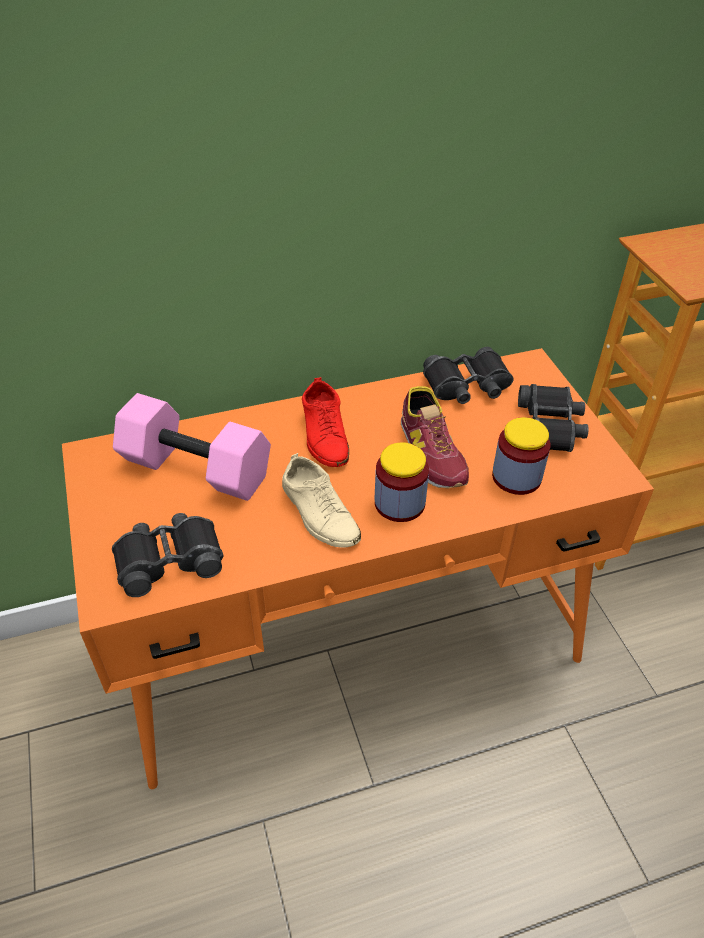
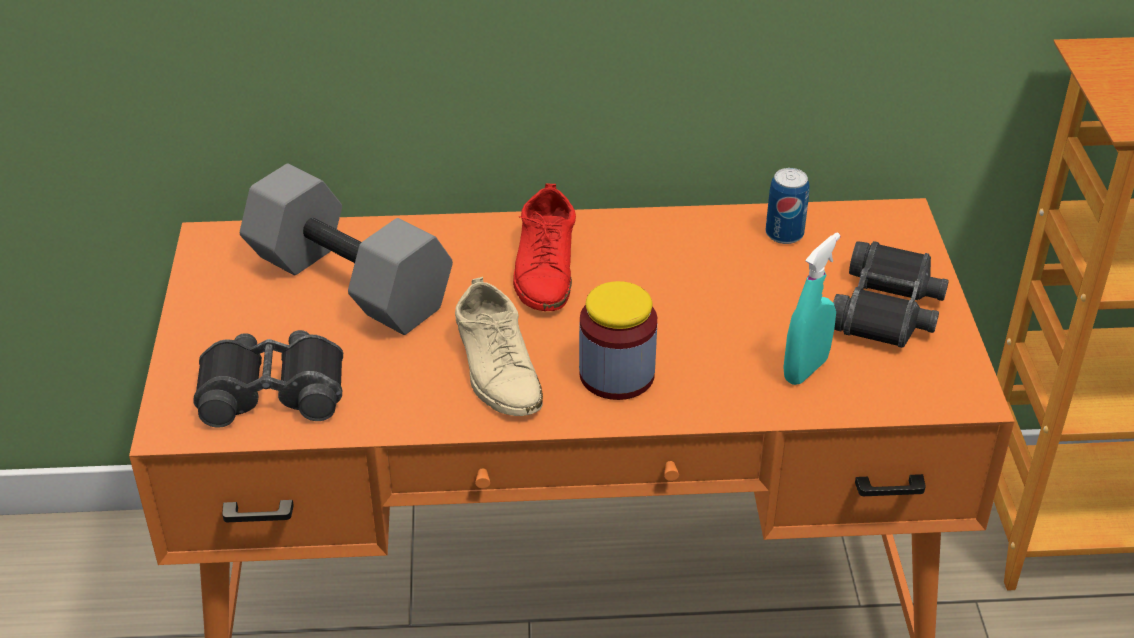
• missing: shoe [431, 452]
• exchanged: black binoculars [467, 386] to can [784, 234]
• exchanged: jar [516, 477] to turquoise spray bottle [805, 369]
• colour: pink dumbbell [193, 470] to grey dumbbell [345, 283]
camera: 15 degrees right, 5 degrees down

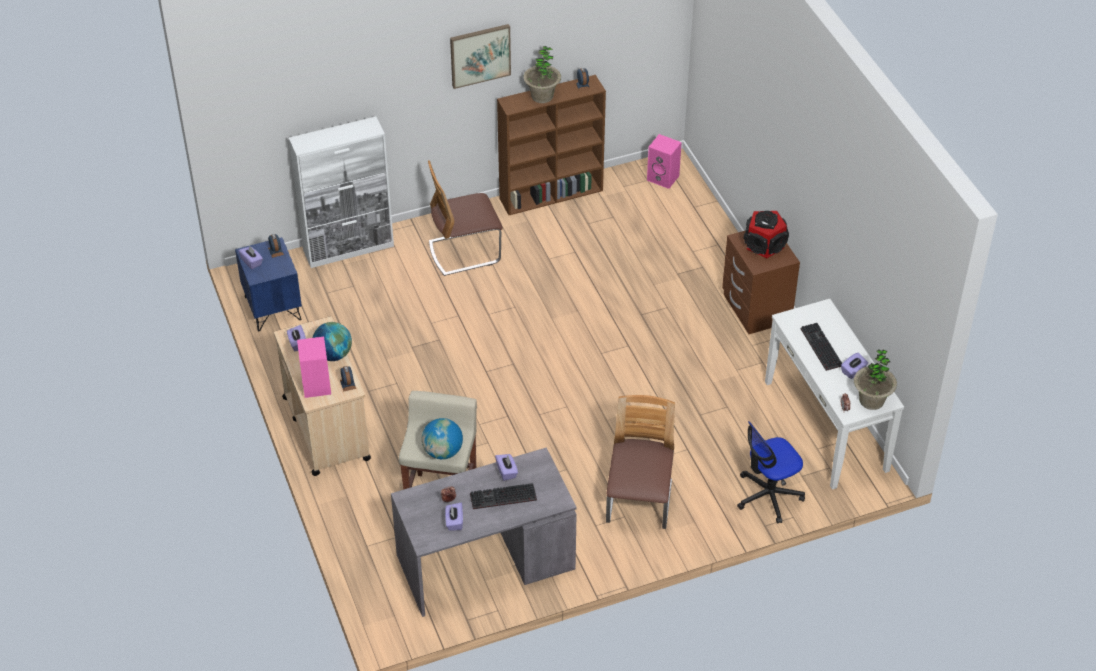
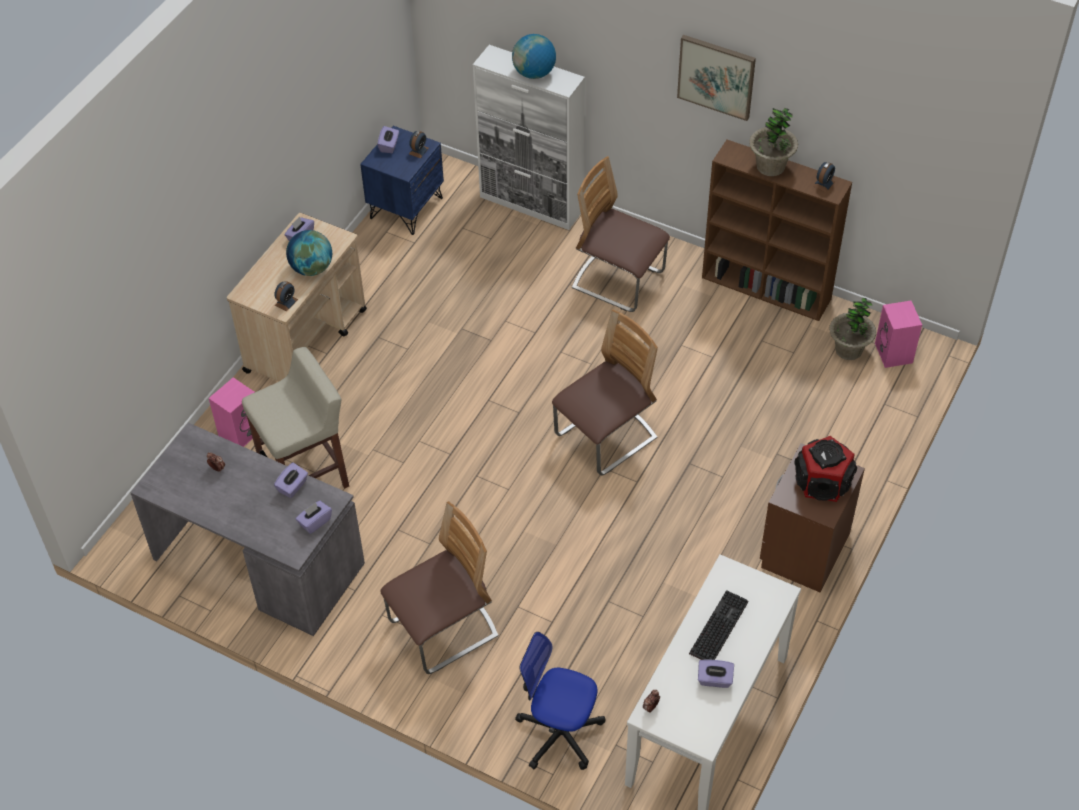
• missing: keyboard [502, 498]
• appeared: chair [605, 438]
• relocated: pink speaker [315, 384] to [241, 431]
• relocated: globe [443, 452] to [534, 73]
• relocated: purple tissue box [454, 522] to [315, 522]
• relocated: potted plant [871, 400] to [849, 350]
camera: 50 degrees right, 5 degrees up

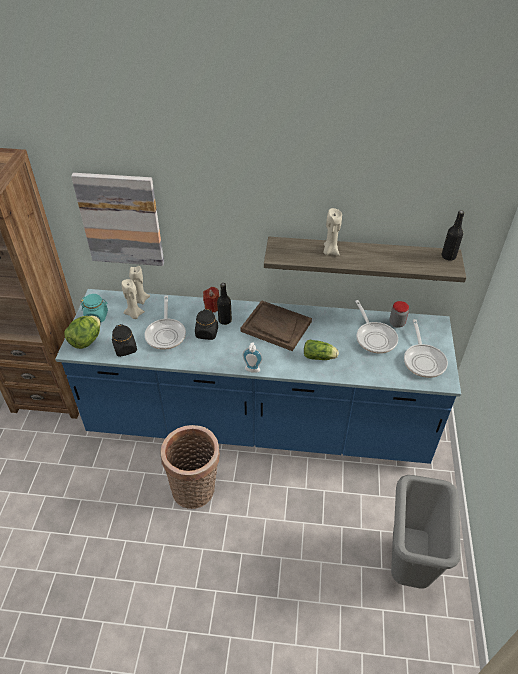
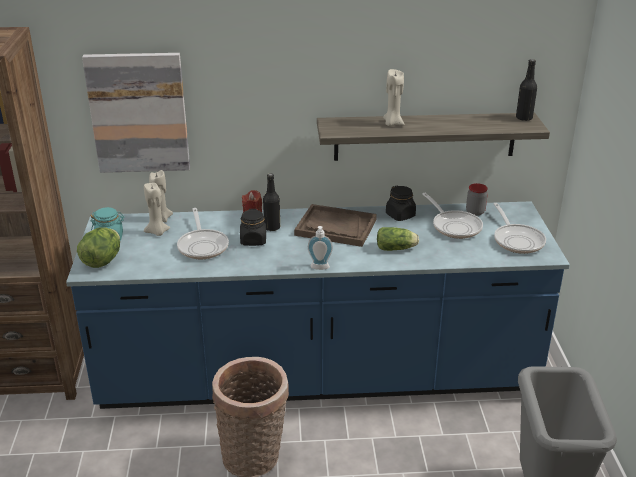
• relocated: black jar [125, 349] to [400, 215]
camera: 10 degrees left, 15 degrees down

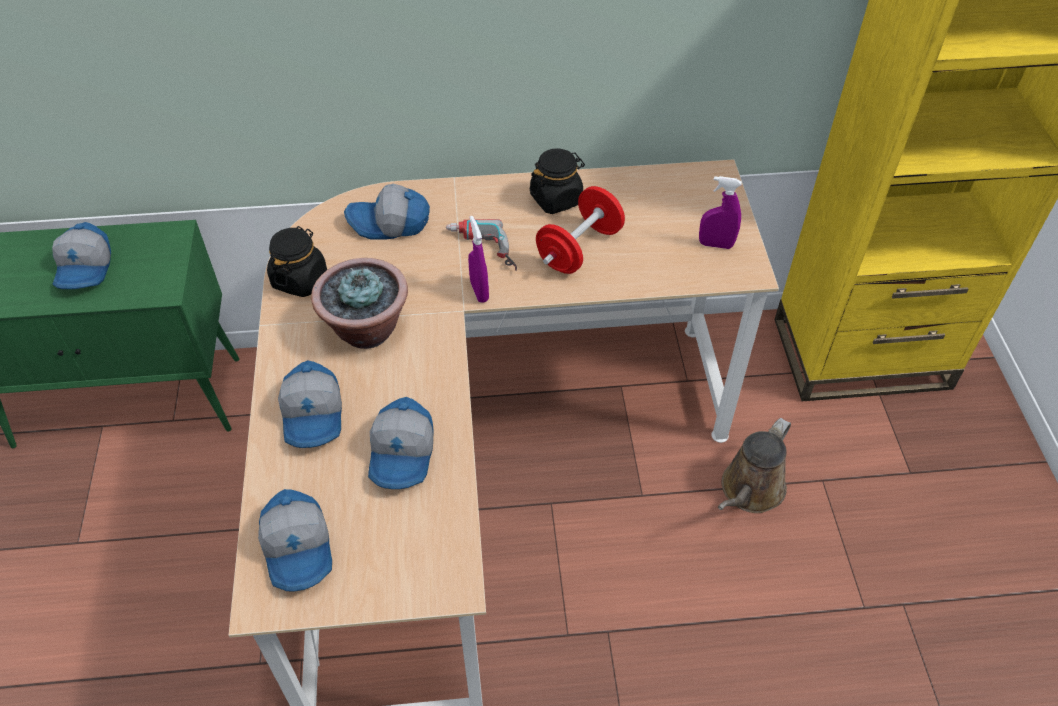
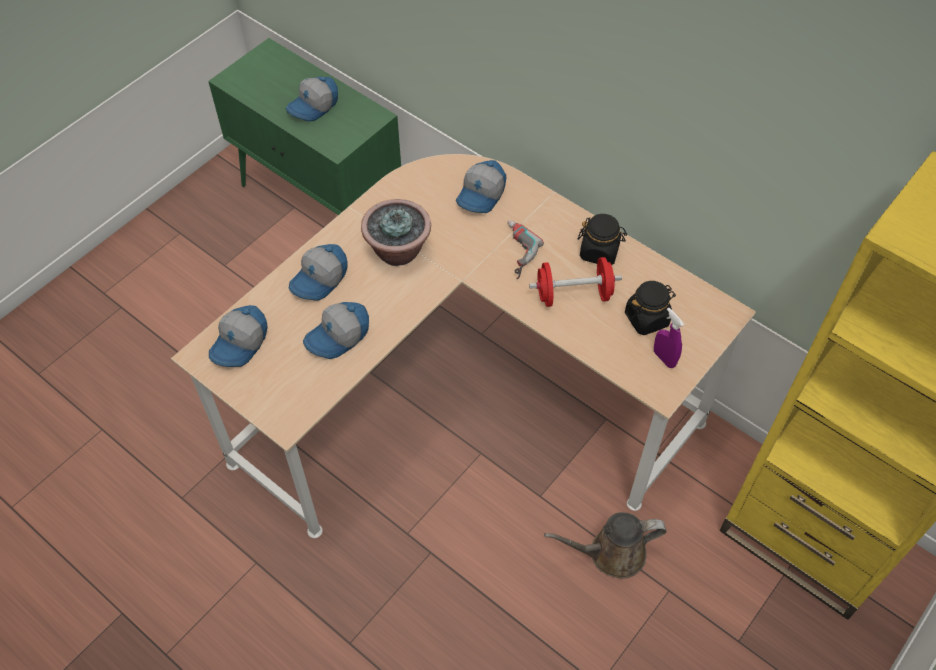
• missing: purple spray bottle [479, 291]
• relocated: black jar [300, 279] to [647, 318]
• spun: cap [389, 224] = [482, 195] 105 degrees counterclockwise
camera: 45 degrees right, 5 degrees up

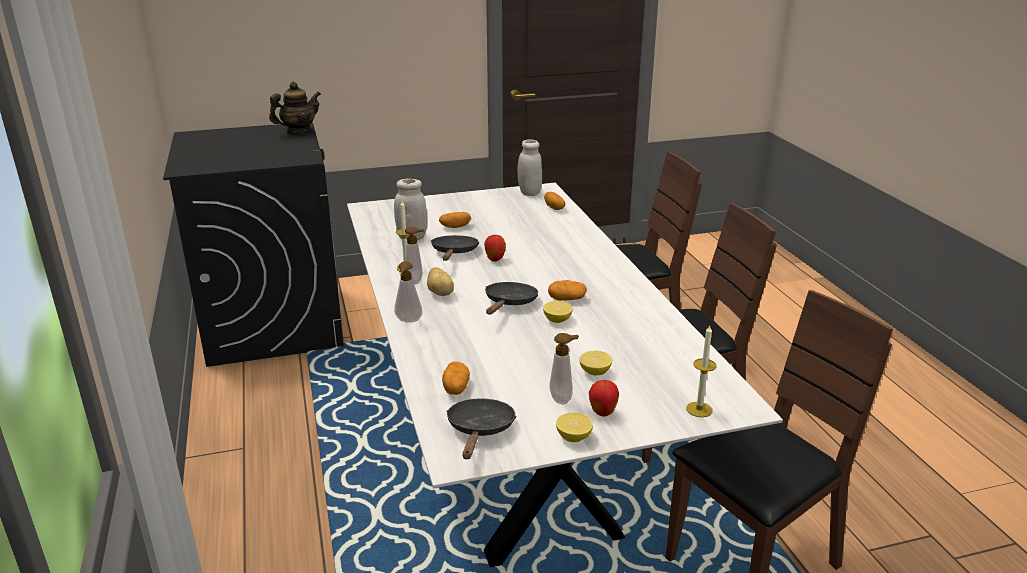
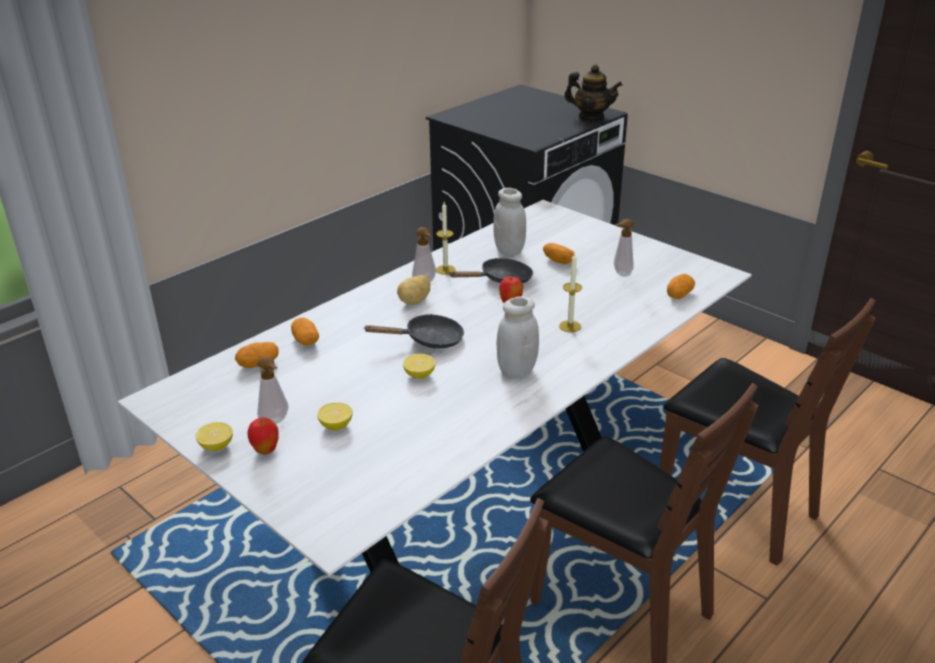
• missing: black frying pan [480, 430]
• relocated: soap dispenser [408, 321] to [620, 274]
• relocated: white jar [529, 193] to [516, 370]
• relocated: potato [567, 299] to [305, 340]
• relocated: candle [699, 409] to [570, 326]
camera: 60 degrees right, 5 degrees up

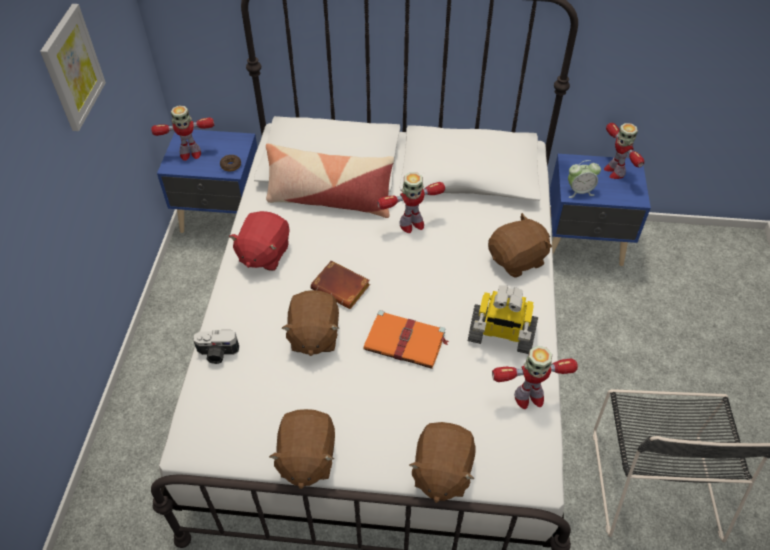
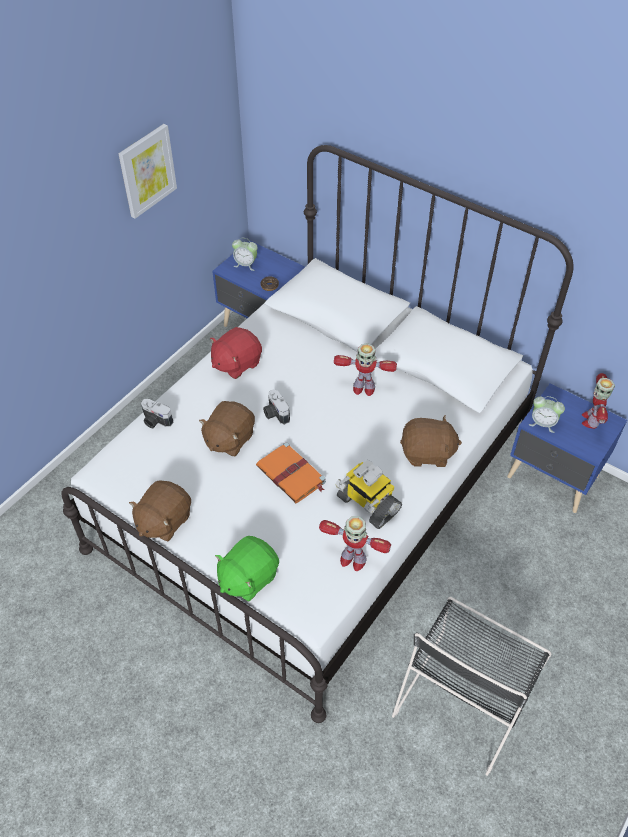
• missing: pillow [329, 200]
• exchanged: toy robot [190, 154] to alarm clock [245, 264]
• exchanged: brown book [342, 288] to photo camera [275, 414]
• colour: brown plush toy [441, 472] to green plush toy [248, 578]
camera: 30 degrees right, 0 degrees up

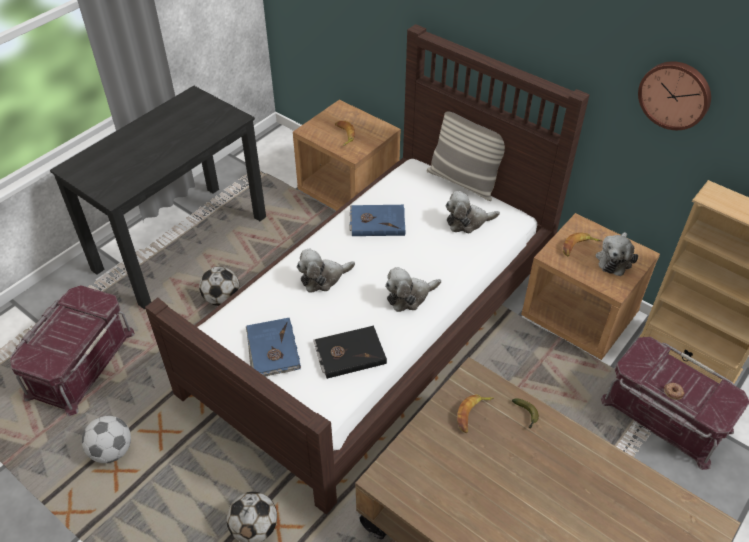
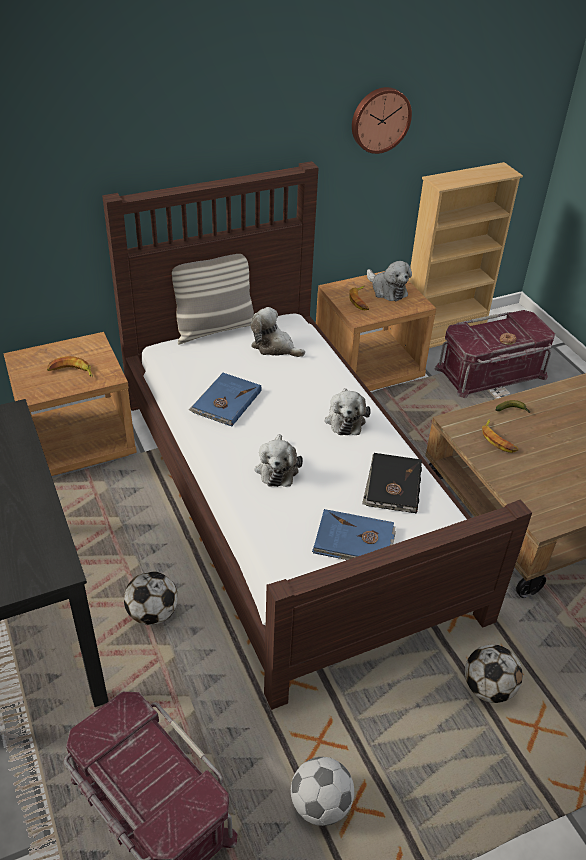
• spun: plush toy [467, 221] = [274, 347] 105 degrees clockwise
camera: 65 degrees left, 5 degrees down

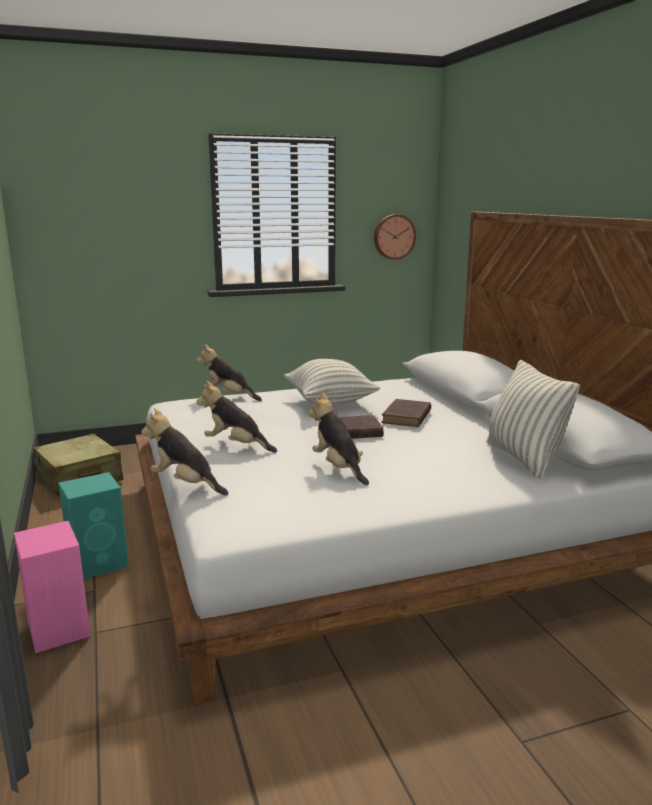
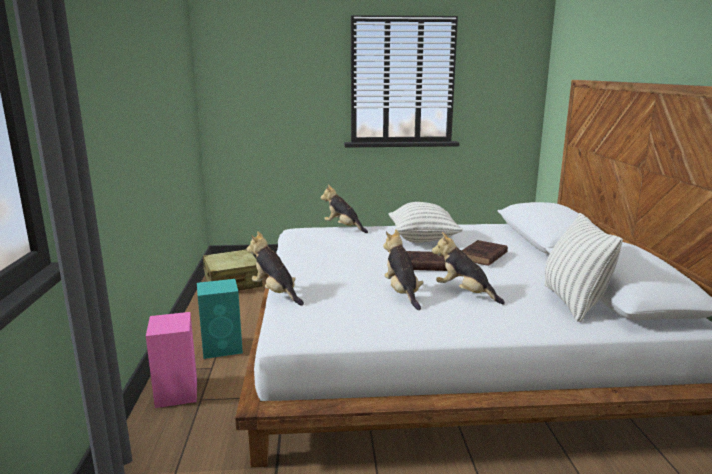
• missing: wall clock [393, 236]
• relocated: plush toy [236, 446] to [465, 293]
camera: 15 degrees right, 0 degrees up

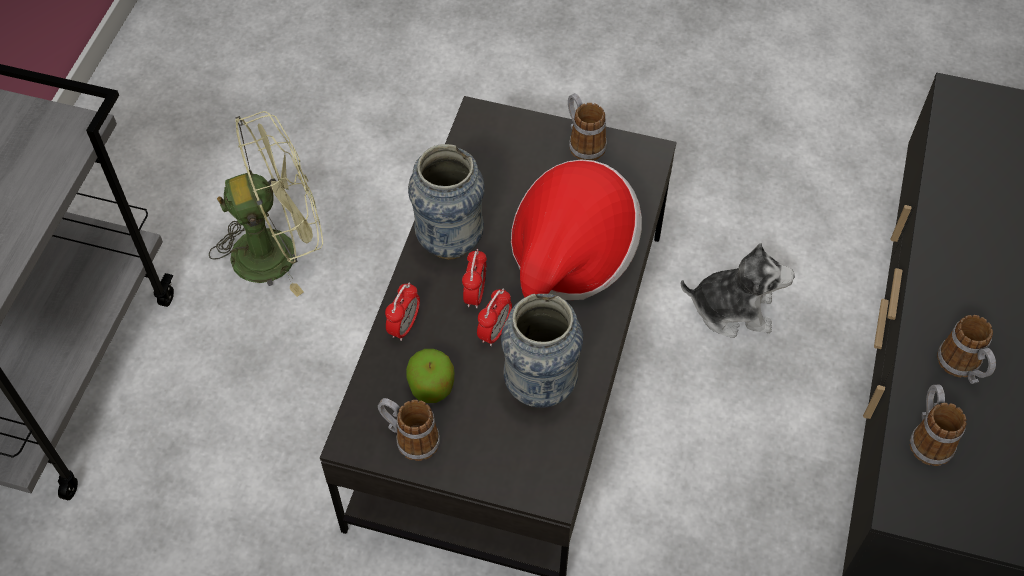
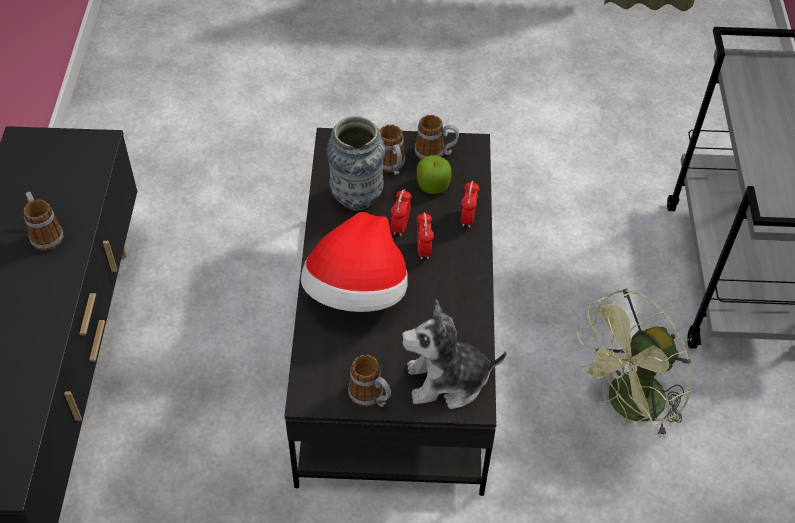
• missing: vase [450, 241]
• relocated: plush toy [732, 309] to [447, 381]
• relocated: mug [928, 437] to [392, 166]
camera: 165 degrees right, 5 degrees down

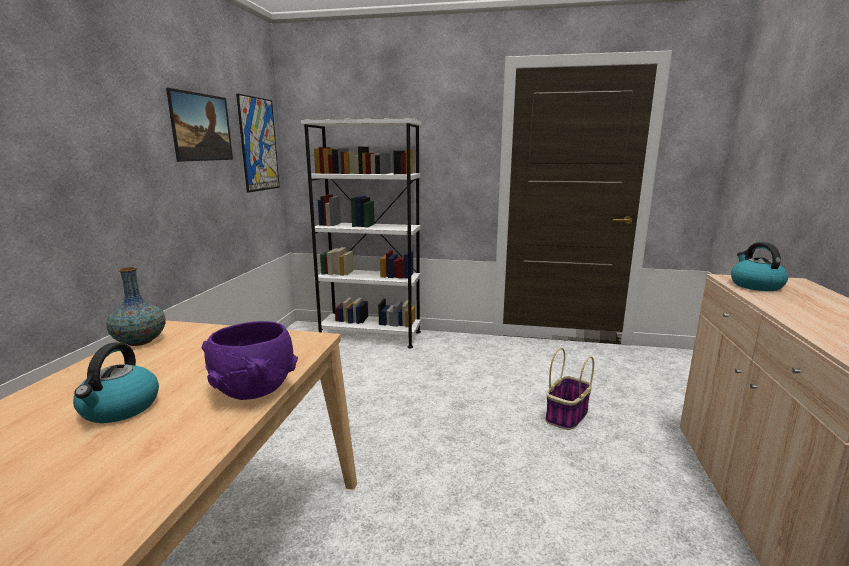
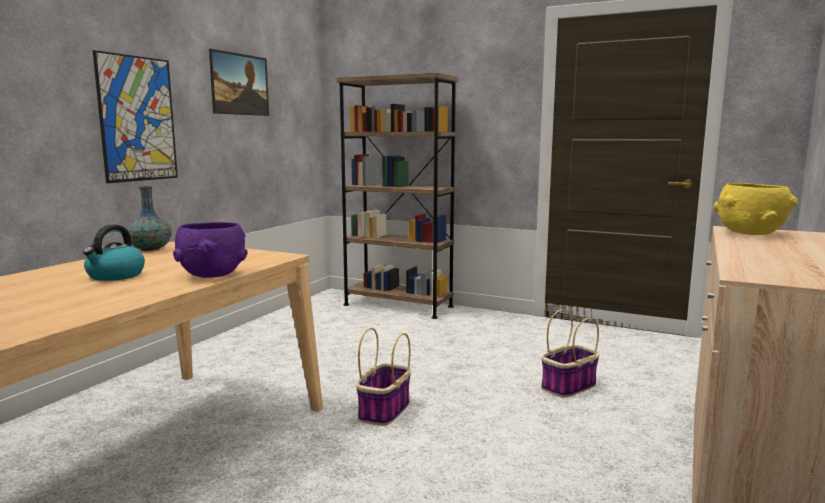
• appeared: basket [384, 411]
• relocated: picture [259, 144] to [137, 119]
• exchanged: kettle [755, 285] to yellow bowl [749, 234]
• colour: white bookcase [370, 336] to brown bookcase [398, 305]
camera: 15 degrees right, 5 degrees down

